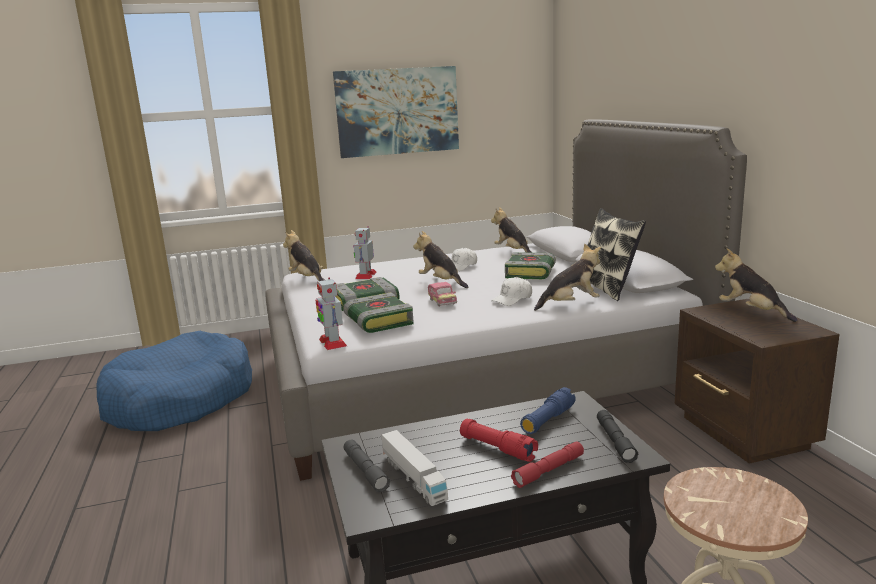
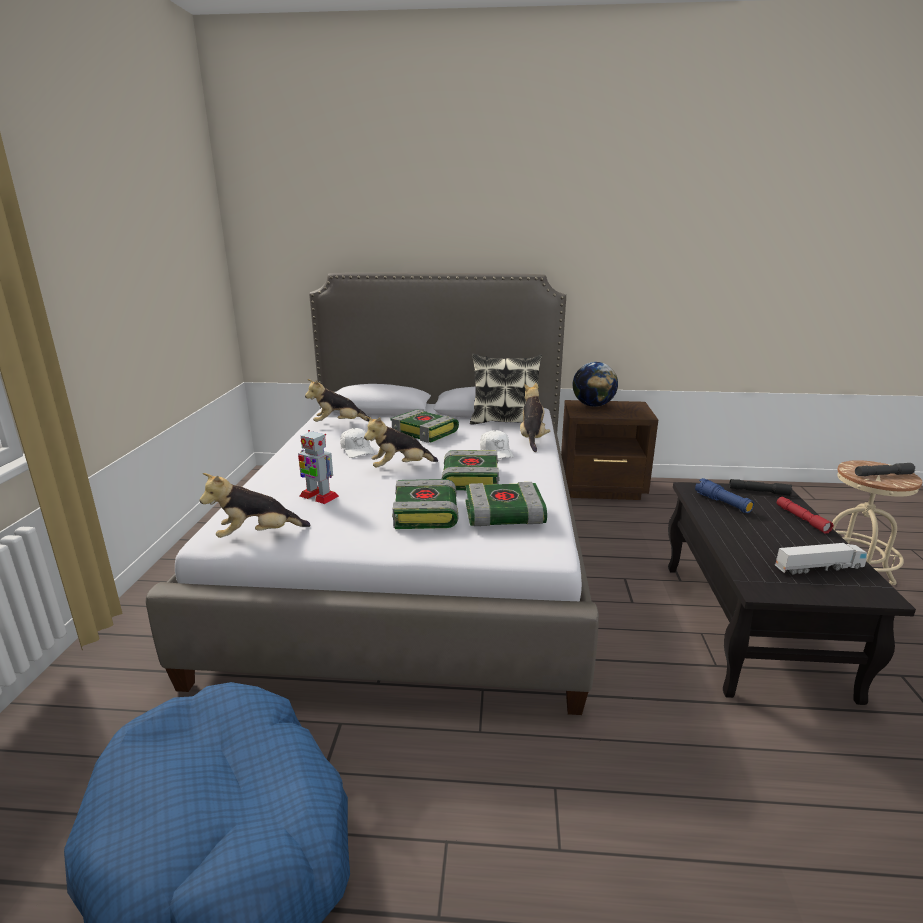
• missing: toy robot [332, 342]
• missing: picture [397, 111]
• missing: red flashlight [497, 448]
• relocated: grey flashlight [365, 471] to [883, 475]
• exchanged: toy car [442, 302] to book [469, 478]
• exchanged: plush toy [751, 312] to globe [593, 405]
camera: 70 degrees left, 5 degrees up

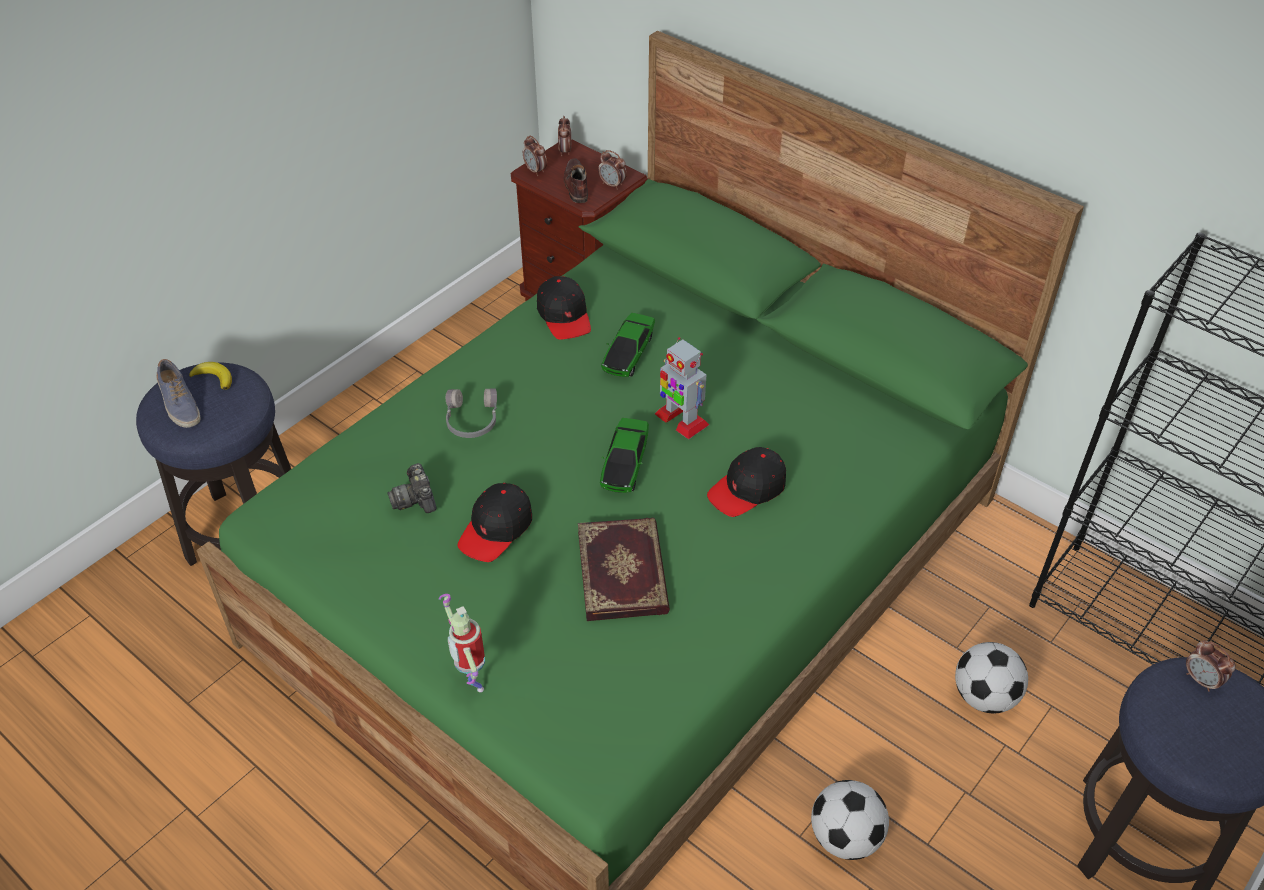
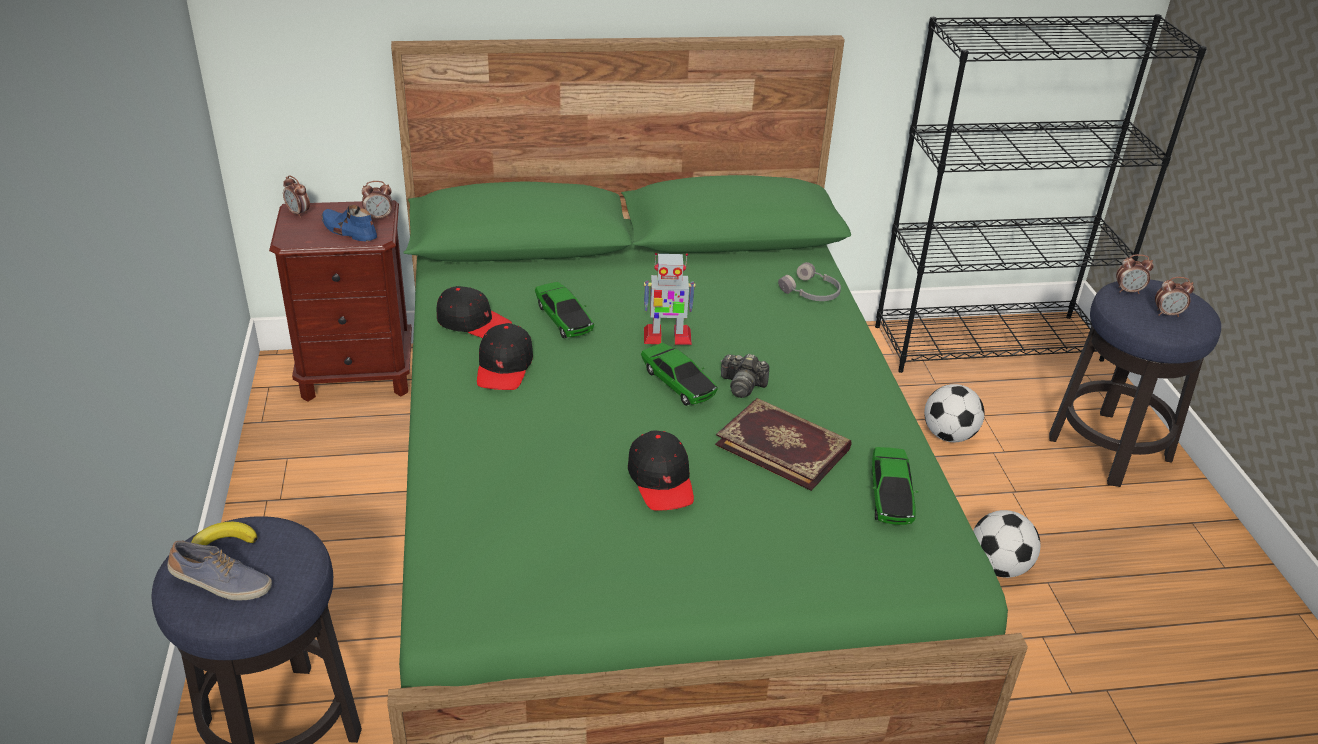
• missing: toy robot [472, 682]
• appeared: toy car [890, 495]
• relocated: photo camera [415, 499] to [742, 385]
• relocated: grey headphones [471, 420] to [811, 293]
• relocated: alarm clock [535, 171] to [1167, 314]
• relocated: black cap [747, 489] to [504, 367]
• colour: brown shoe [576, 185] to blue shoe [348, 231]
camera: 50 degrees left, 10 degrees down

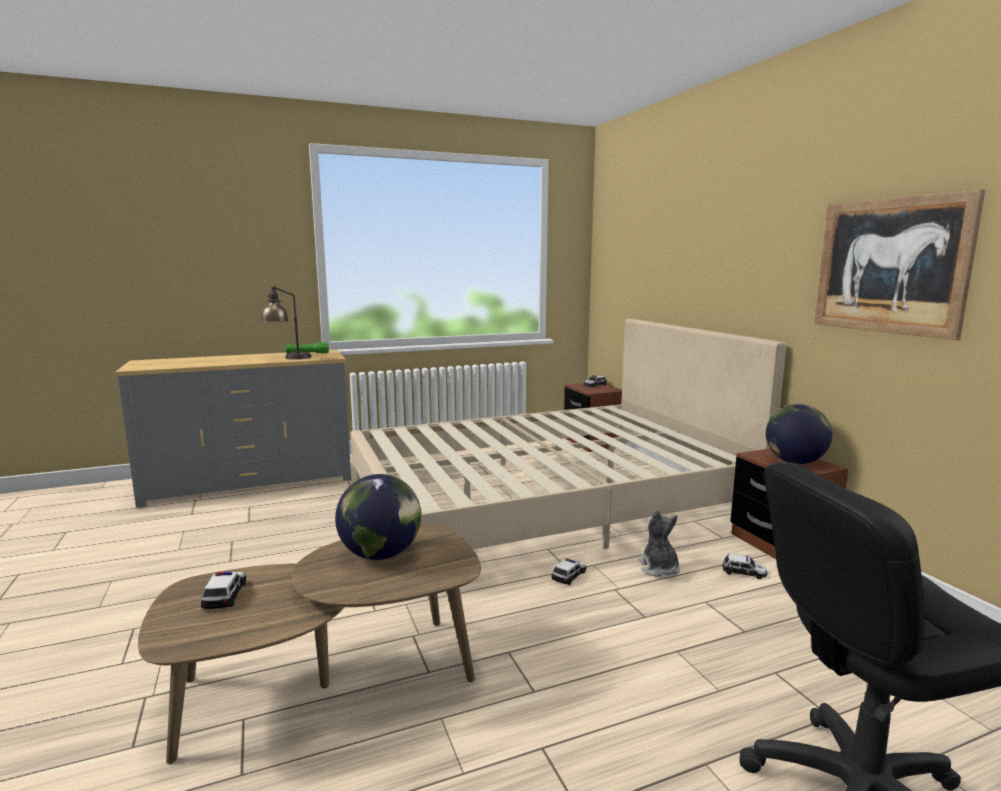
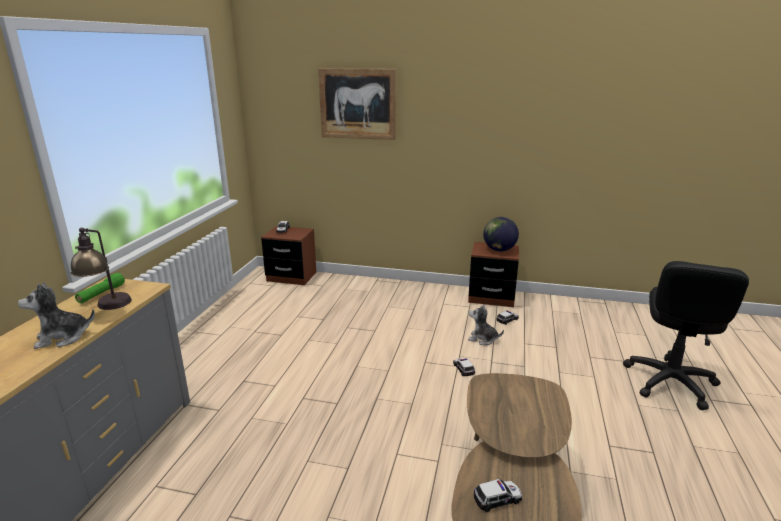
• missing: globe [381, 554]
• missing: beige bed [546, 502]
• appeared: plush toy [62, 338]
• relocated: picture [889, 266] to [357, 104]
• spun: toy car [225, 594] = [497, 499] 135 degrees clockwise
camera: 55 degrees left, 10 degrees up

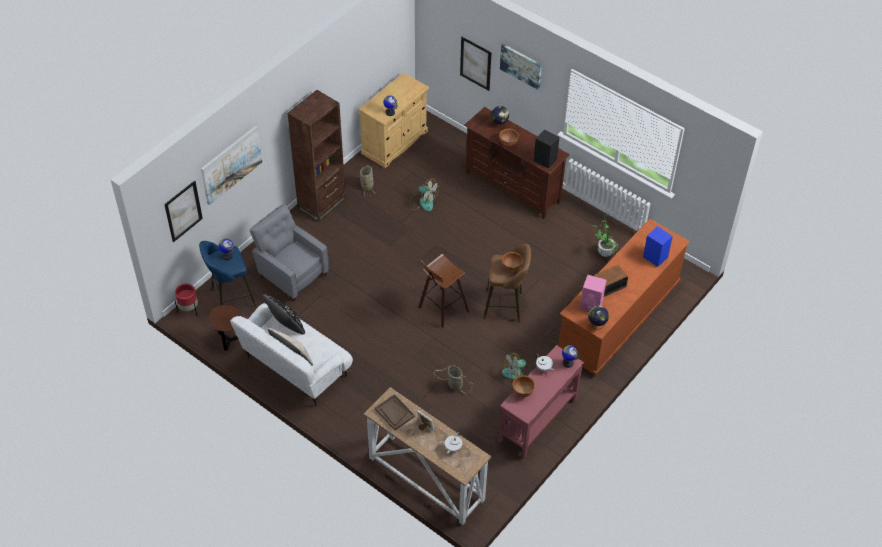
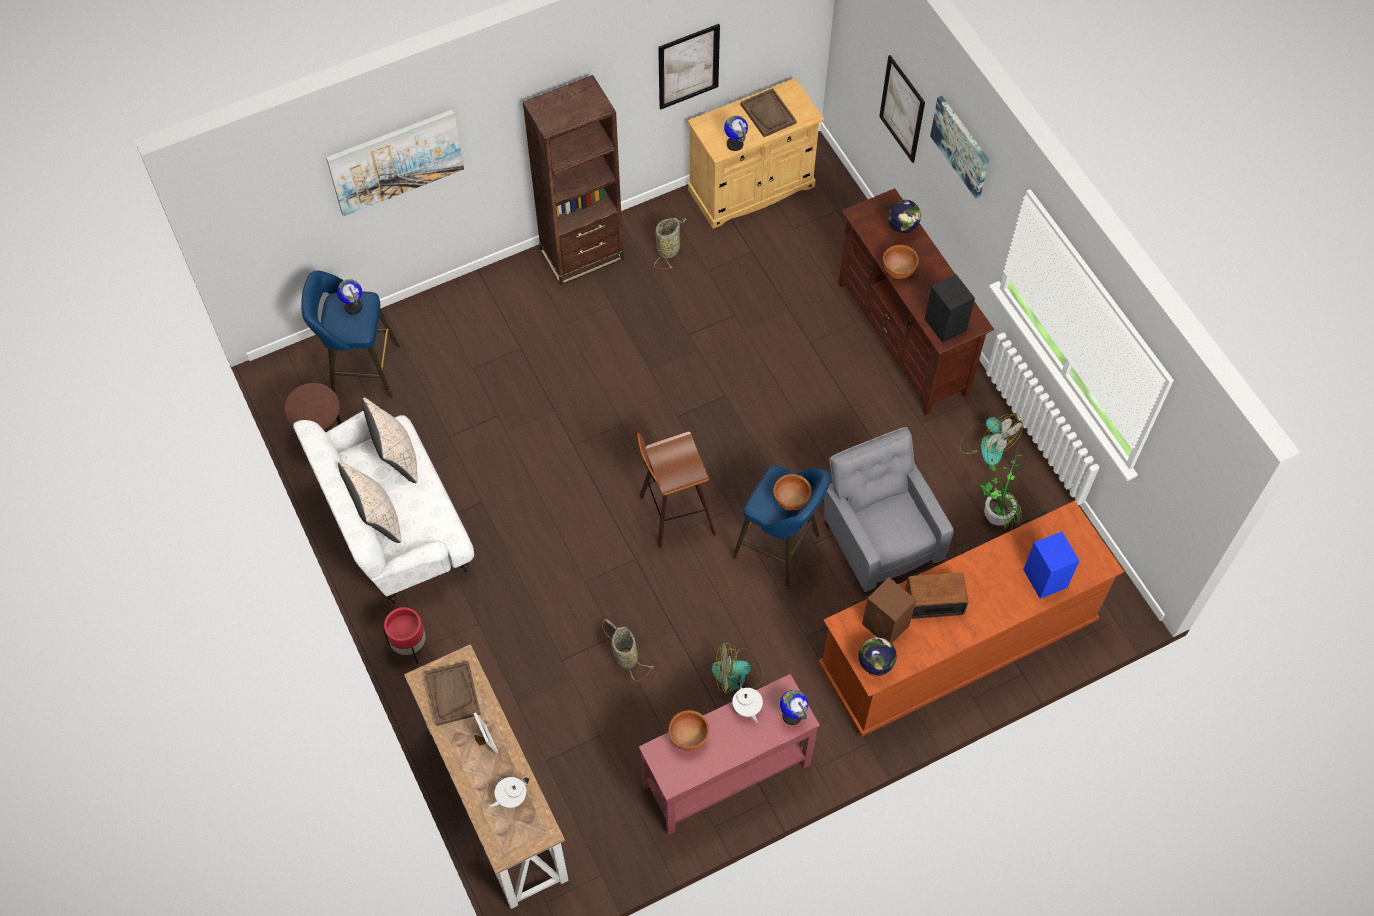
• appeared: brown tray [768, 114]
• relocated: picture [183, 211] to [688, 66]
• relocated: red planter [188, 309] to [409, 645]
• relocated: grey armchair [291, 274] to [879, 539]
• relocated: fan [423, 202] to [986, 444]
• colour: black pillow [286, 325] to beige pillow [396, 457]
• colour: brown stool [506, 306] to blue stool [780, 548]
• colour: pink speaker [591, 305] to brown speaker [886, 625]
camera: 25 degrees right, 10 degrees up

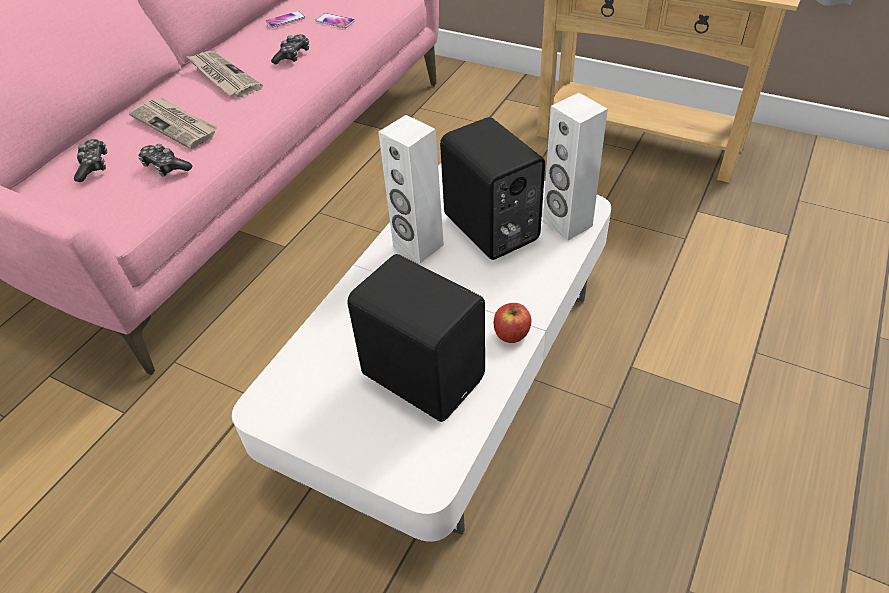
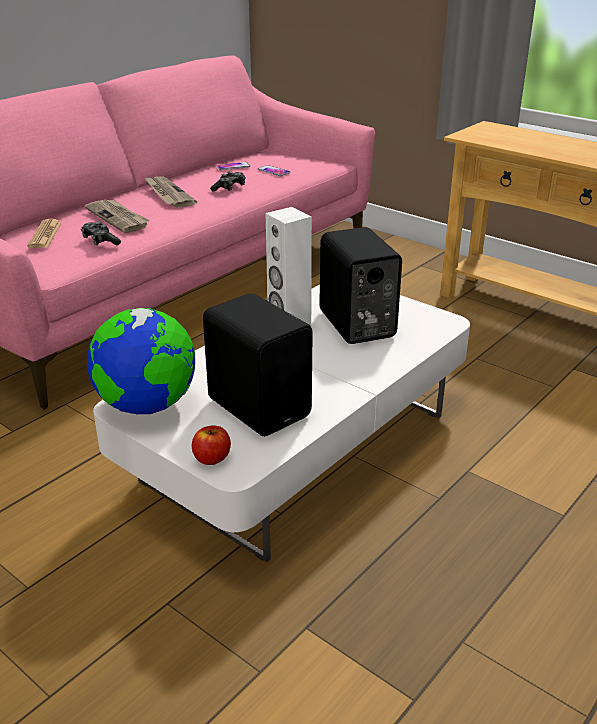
• missing: white speaker [566, 224]
• appeared: globe [147, 406]
• relocated: apple [511, 334] to [211, 458]
• exchanged: game controller [93, 166] to newspaper [45, 235]
camera: 10 degrees right, 15 degrees down

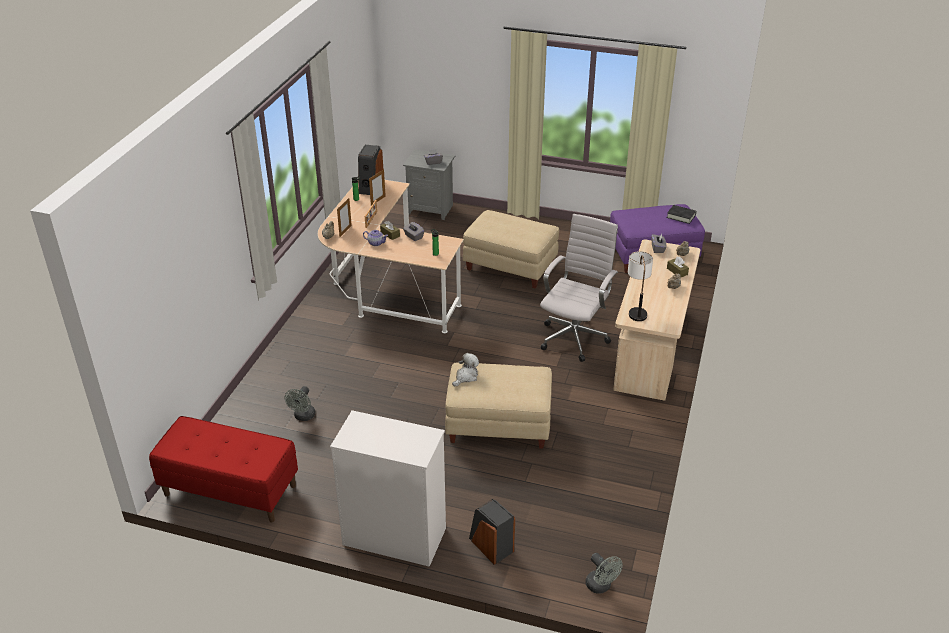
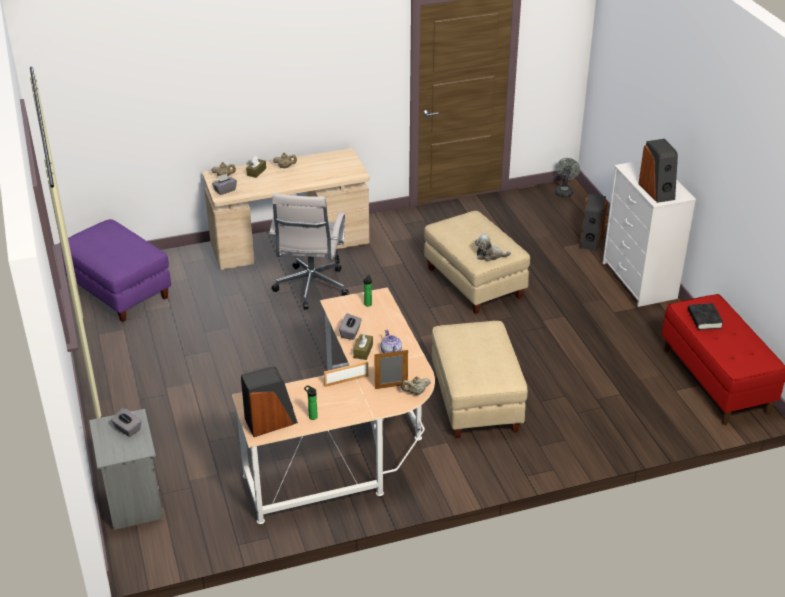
• missing: grey fan [303, 417]
• missing: picture frame [378, 201]
• missing: table lamp [636, 309]
• appeared: speaker [657, 191]
• relocated: beige ottoman [510, 267] to [476, 401]
• relocated: black book [681, 216] to [704, 319]
• spun: white office chair [575, 337] = [311, 289] 75 degrees counterclockwise
camera: 125 degrees left, 0 degrees up

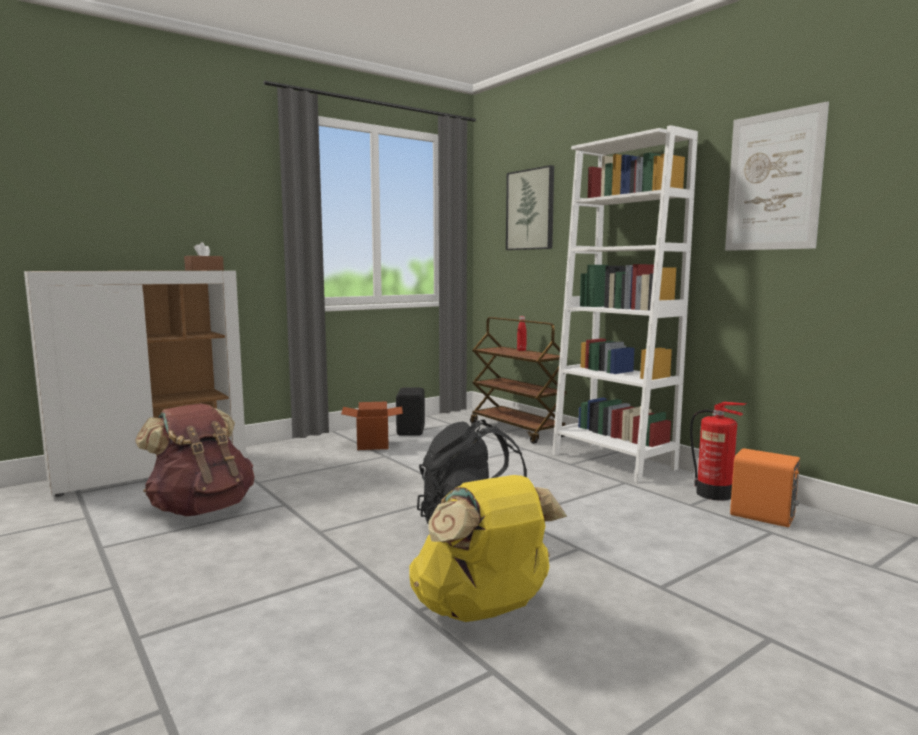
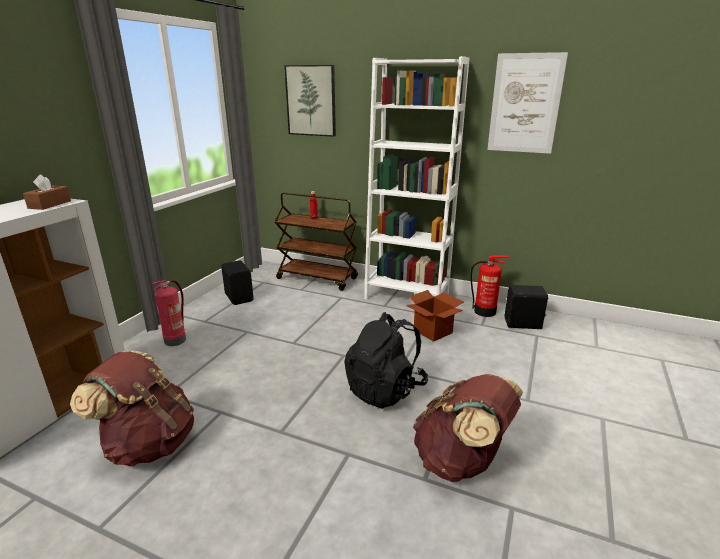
• appeared: fire extinguisher [175, 339]
• relocated: cardboard box [373, 445] to [432, 331]
• colour: yellow backpack [483, 611] to brown backpack [461, 461]
• colour: orange speaker [763, 517] to black speaker [523, 324]
camera: 30 degrees left, 15 degrees up

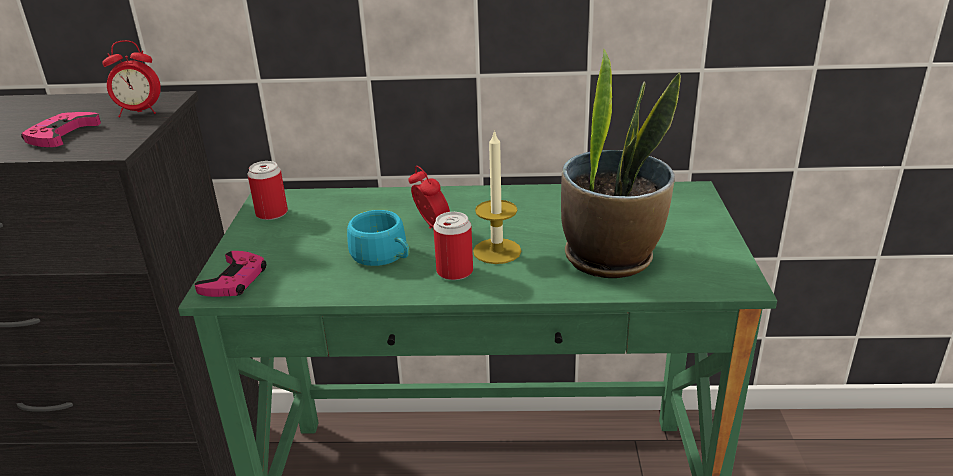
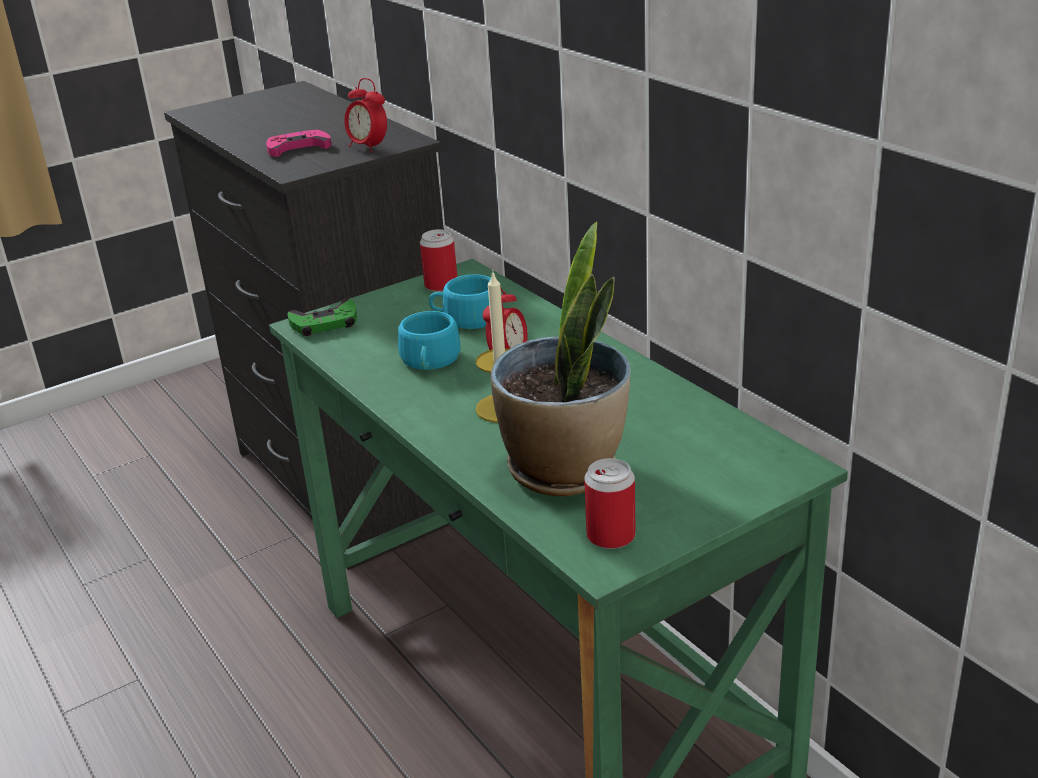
• appeared: turquoise cup [466, 319]
• relocated: can [454, 272] to [611, 536]
• colour: pink game controller [234, 280] to green game controller [325, 324]
camera: 55 degrees right, 0 degrees up

